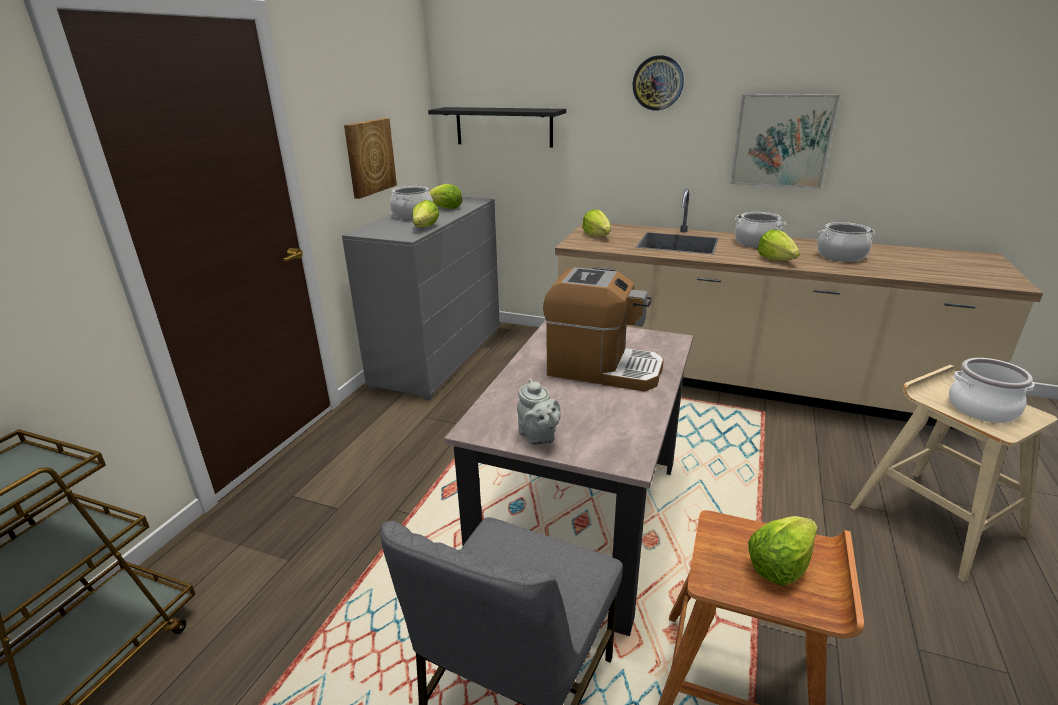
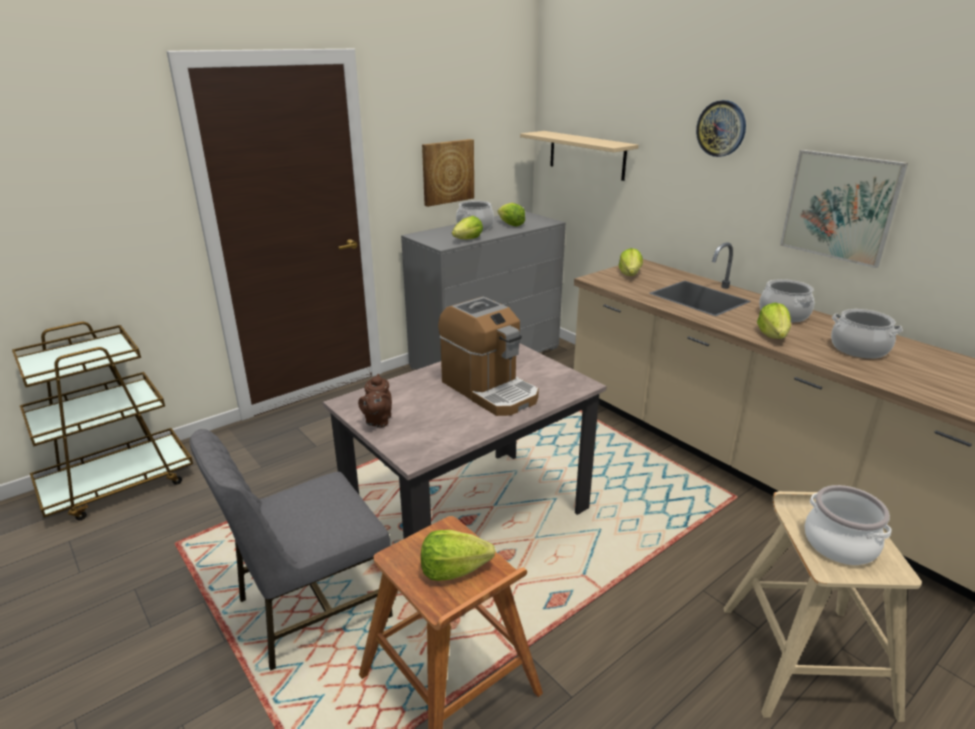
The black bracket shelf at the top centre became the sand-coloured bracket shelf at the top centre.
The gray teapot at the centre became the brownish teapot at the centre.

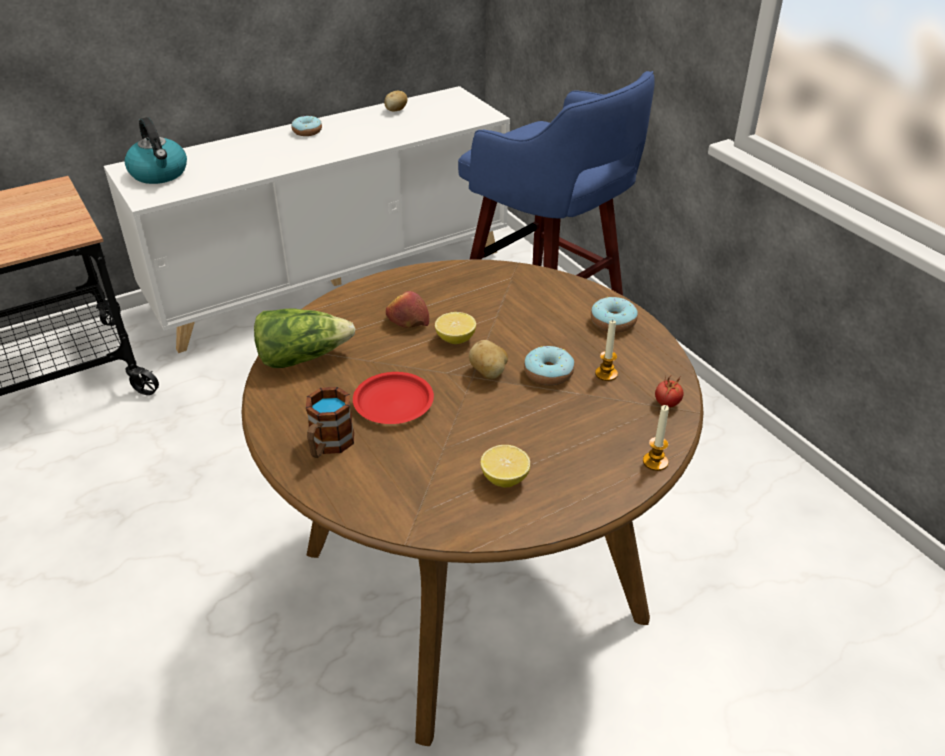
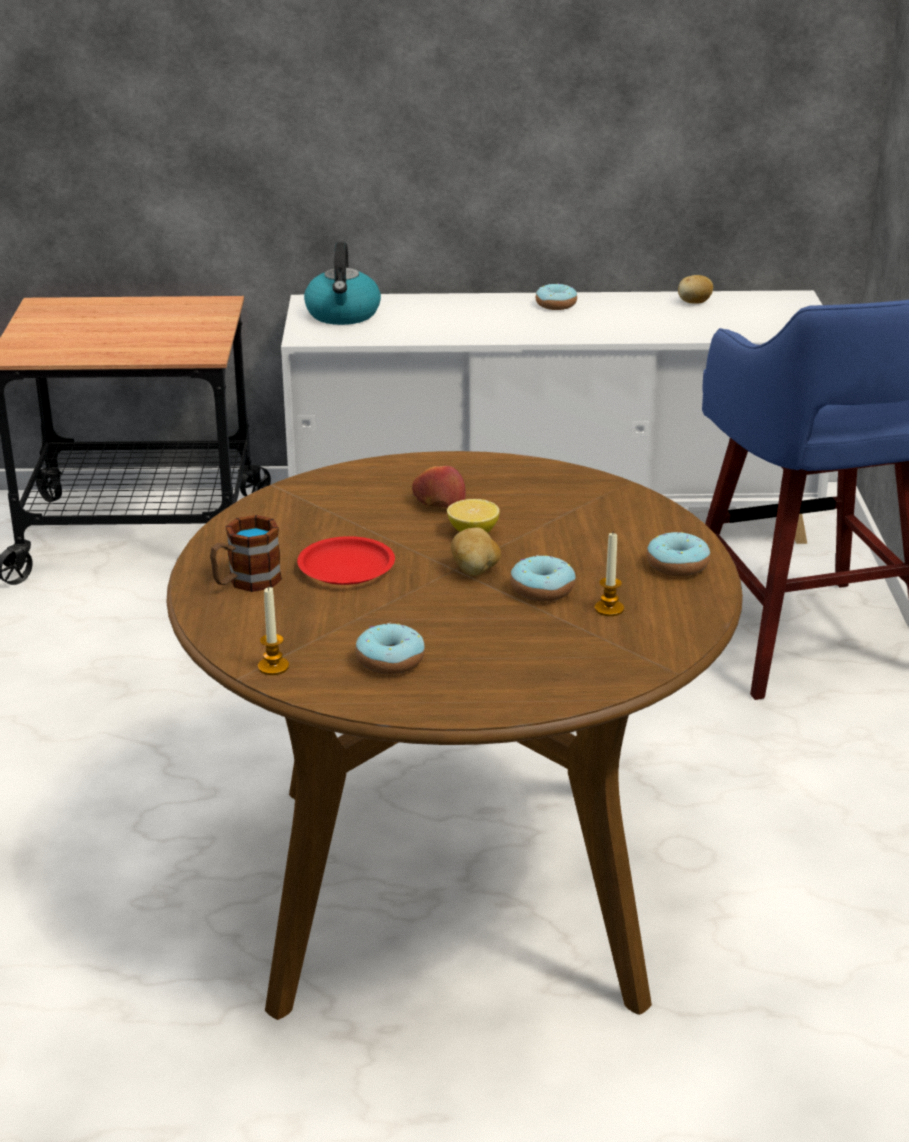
The head of lettuce at the middle left disappeared.
The whole lemon (no. 2 from left) at the centre was replaced by the donut (no. 1 from left) at the centre.
The candle (no. 2 from left in the first image) moved from the middle right to the middle left.
The tomato at the middle right disappeared.

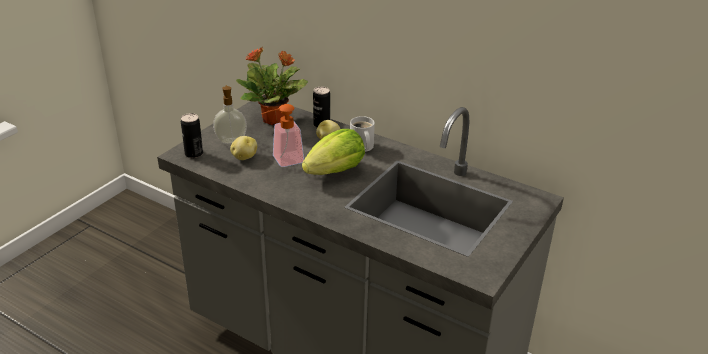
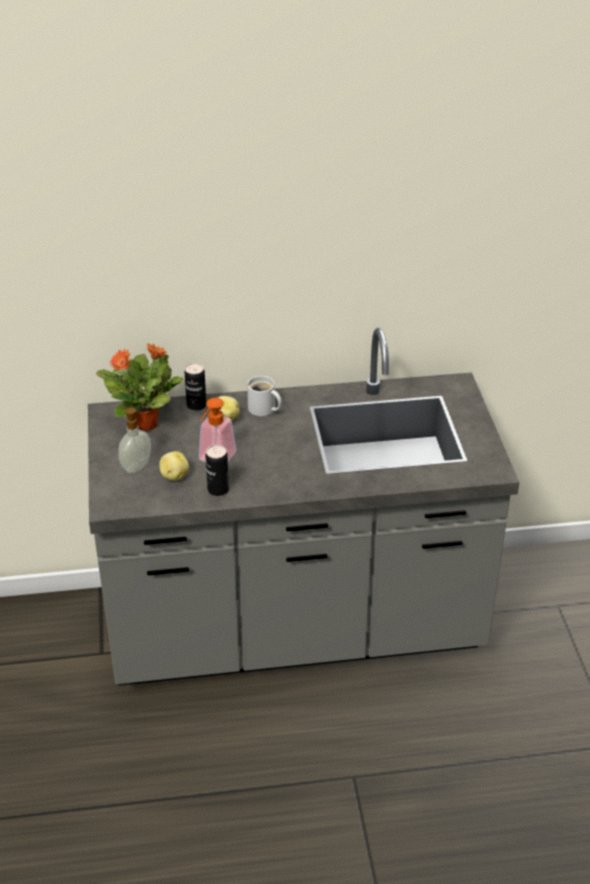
The sealed can (no. 1 from left in the first image) moved from the middle left to the centre.
The head of lettuce at the centre disappeared.

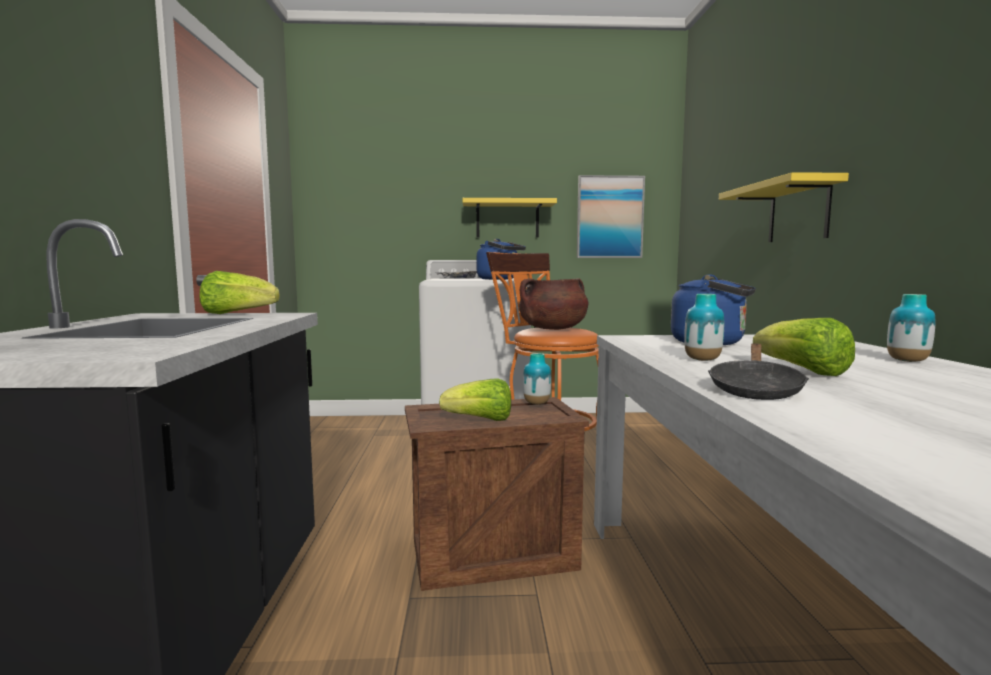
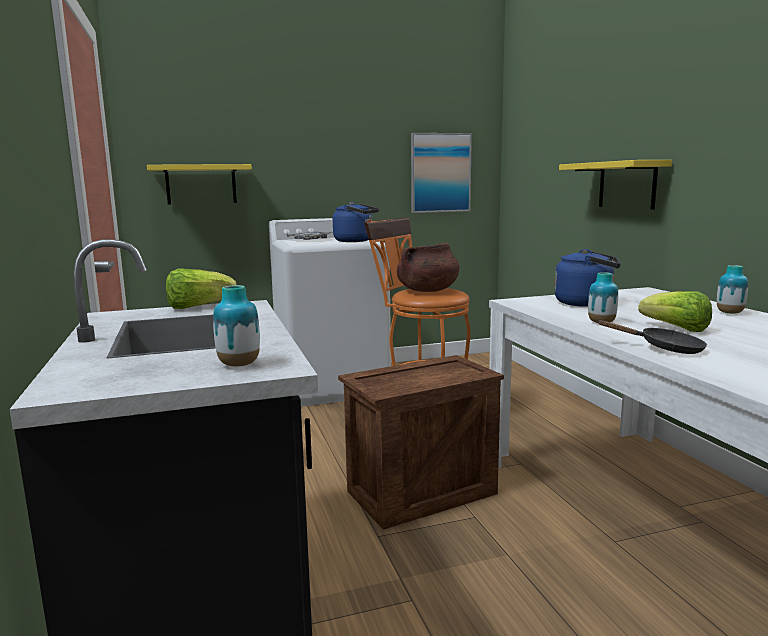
The head of lettuce (no. 2 from left) at the centre disappeared.
The yellowish bracket shelf (no. 1 from left) moved from the top centre to the top left.
The vase (no. 1 from left) moved from the centre to the middle left.
The black skillet at the middle right turned 75 degrees counterclockwise.

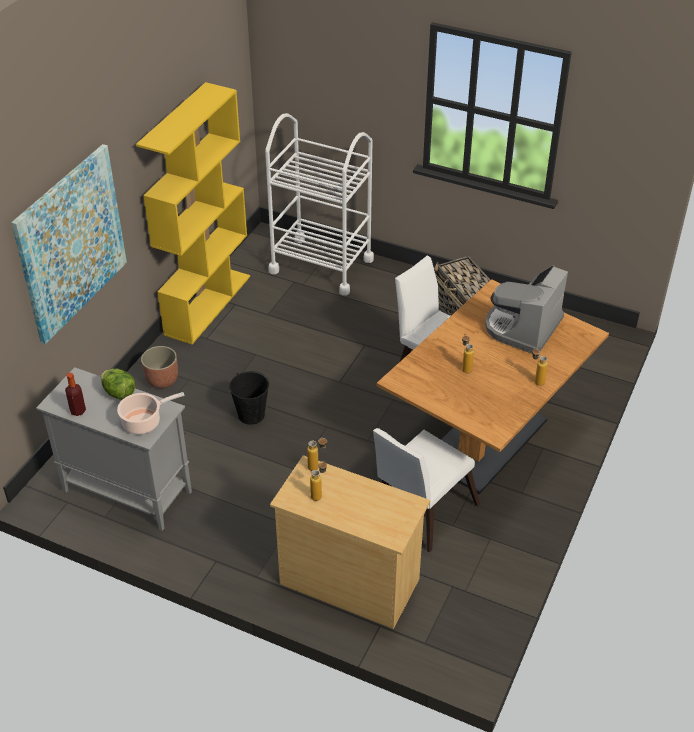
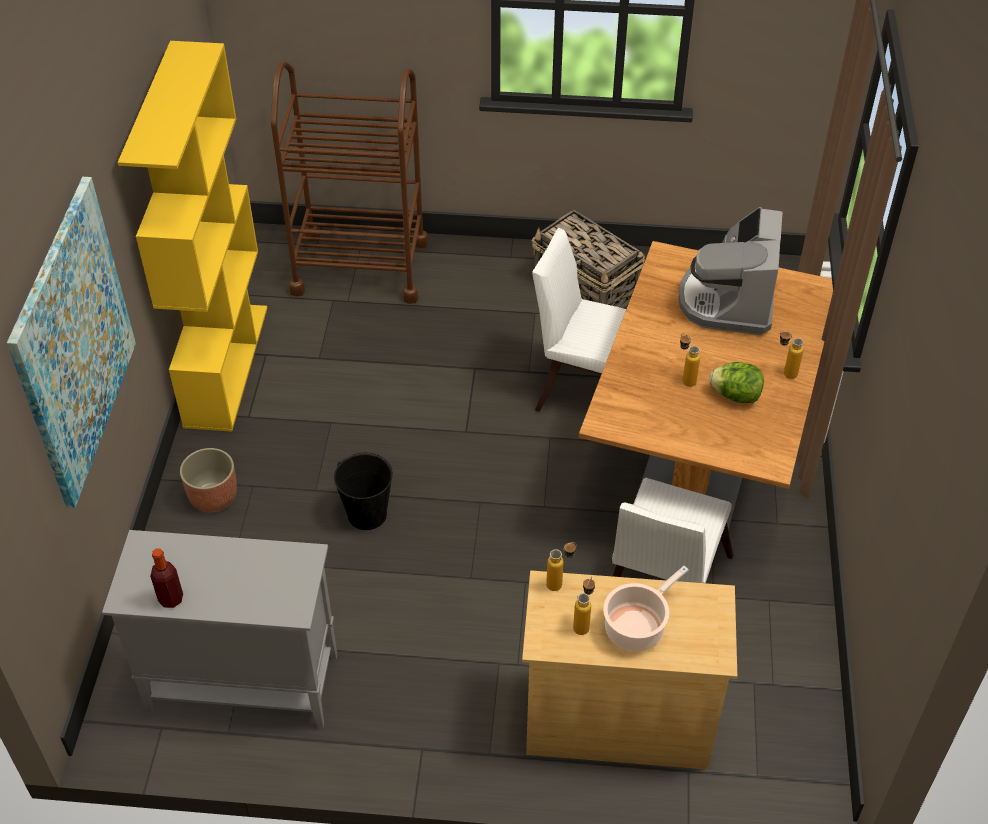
The head of lettuce moved from the middle left to the middle right.
The cooking pot moved from the middle left to the bottom centre.
The white-coloured trolley at the top centre became the brownish trolley at the top centre.

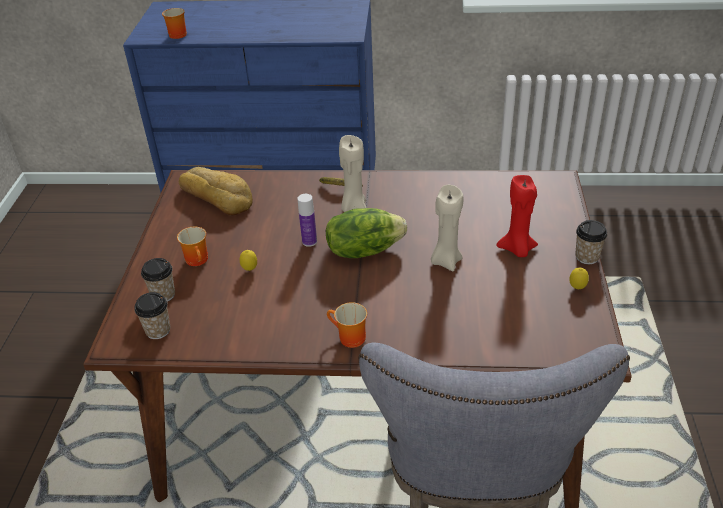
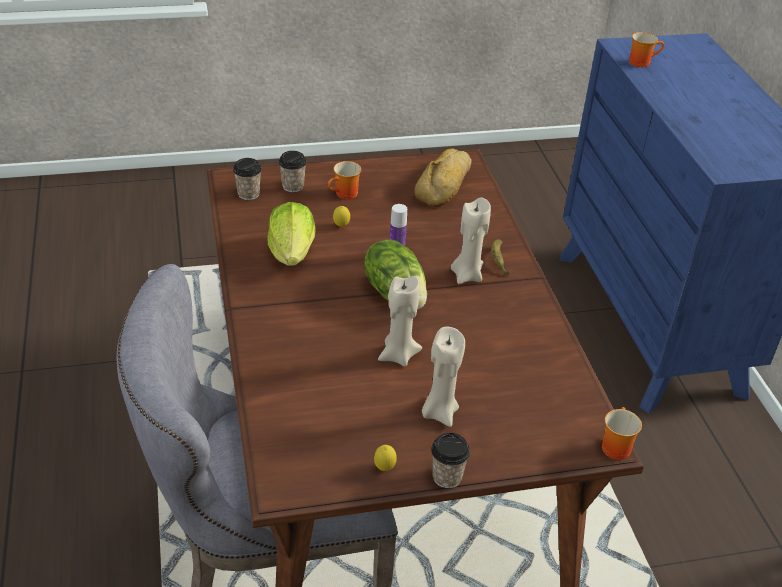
The coffee mug (no. 3 from left in the first image) moved from the centre to the bottom right.
The red-coloured candle at the middle right became the sand-coloured candle (no. 2 from left) at the centre.
The head of lettuce (no. 1 from left) at the centre appeared.

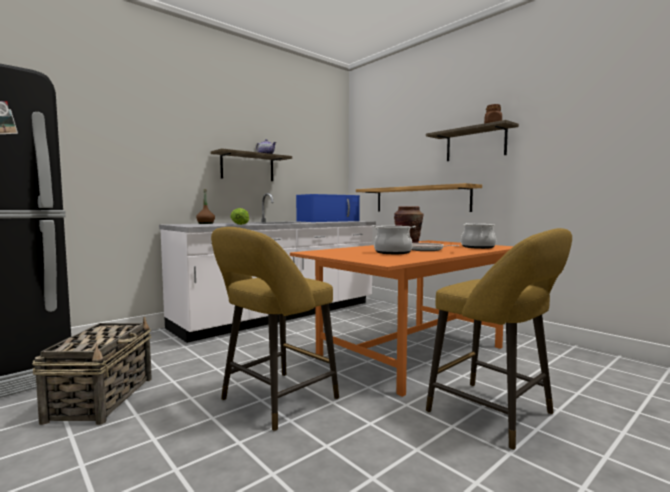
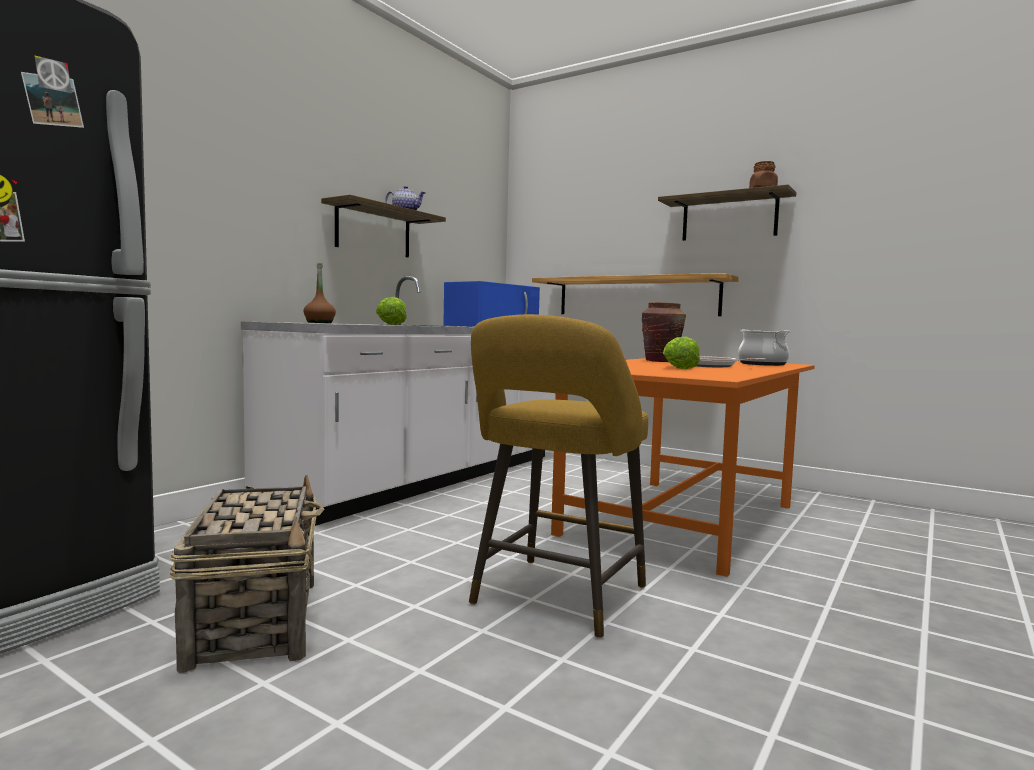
The cooking pot (no. 1 from left) at the centre was replaced by the head of lettuce (no. 2 from left) at the centre.
The yellowish stool seat (no. 2 from left) at the bottom right disappeared.

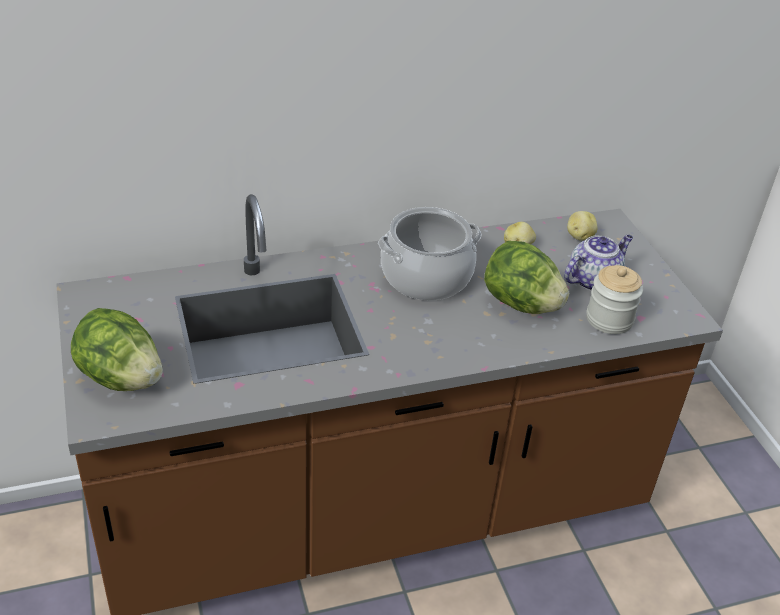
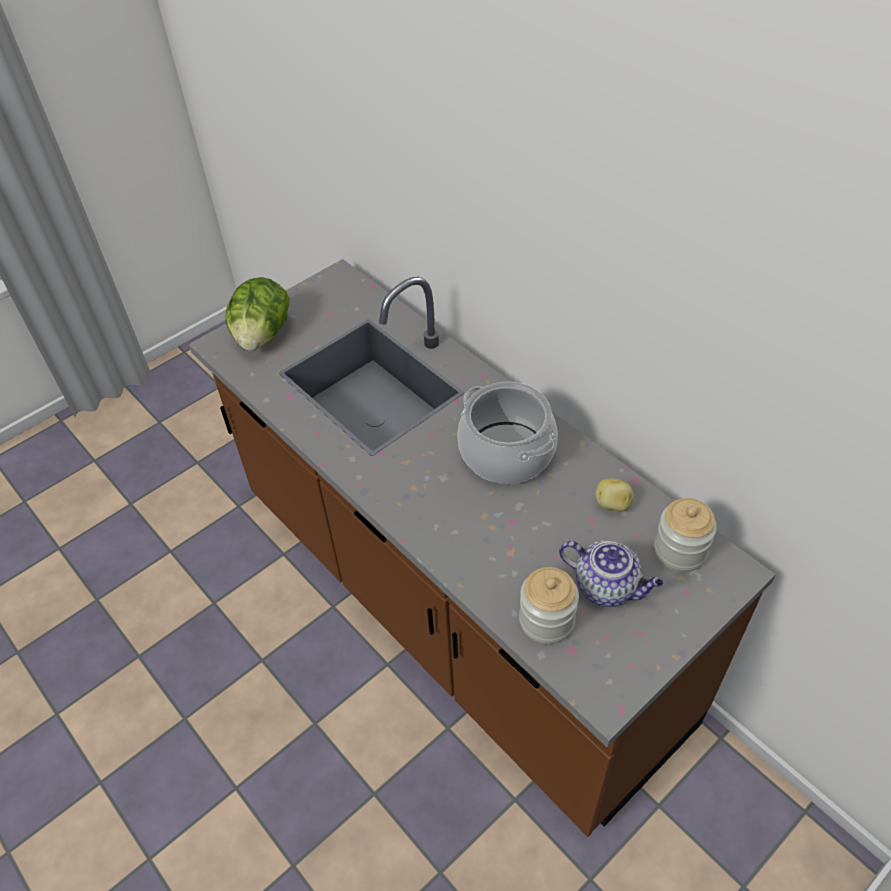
The head of lettuce (no. 2 from left) at the middle right disappeared.
The spud (no. 2 from left) at the middle right was replaced by the jar (no. 2 from left) at the middle right.

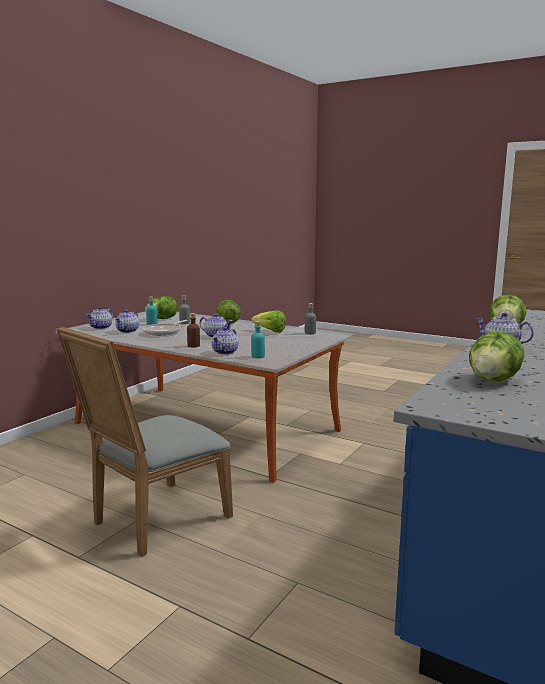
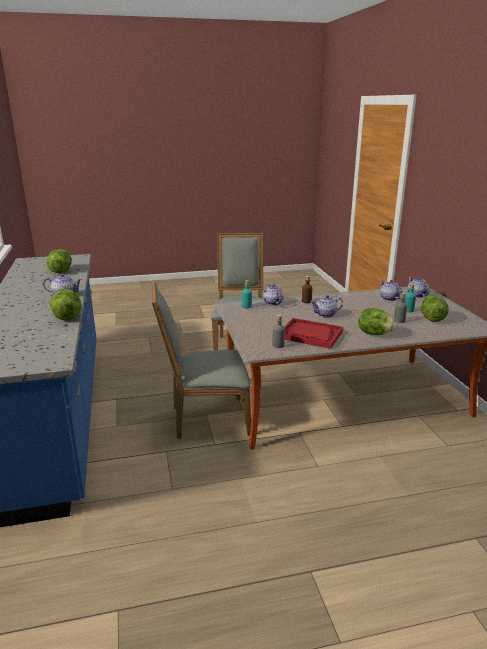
The skillet at the middle left disappeared.
The head of lettuce (no. 3 from left) at the centre was replaced by the red-coloured serving tray at the centre.
The gray plain chair (no. 1 from left) at the centre appeared.

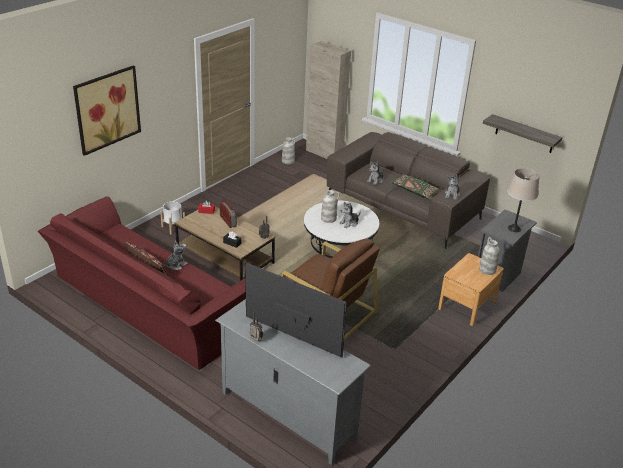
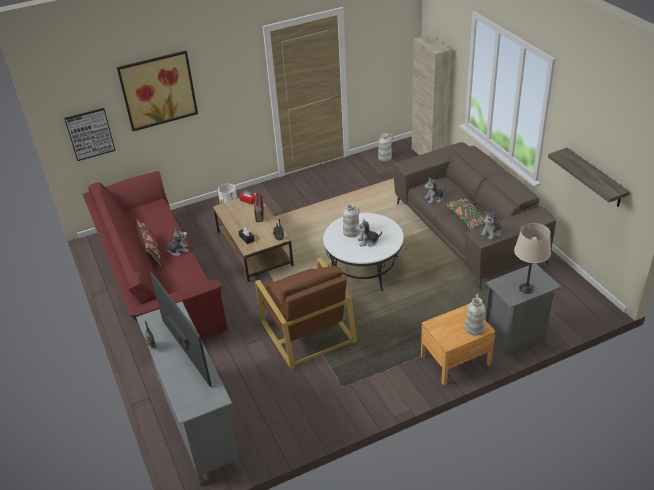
The wall art (no. 1 from left) at the top left appeared.

